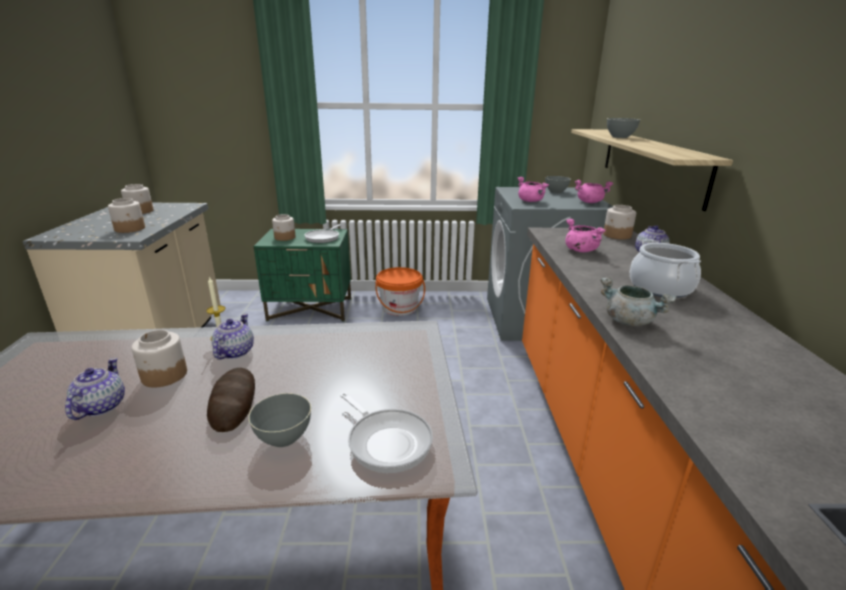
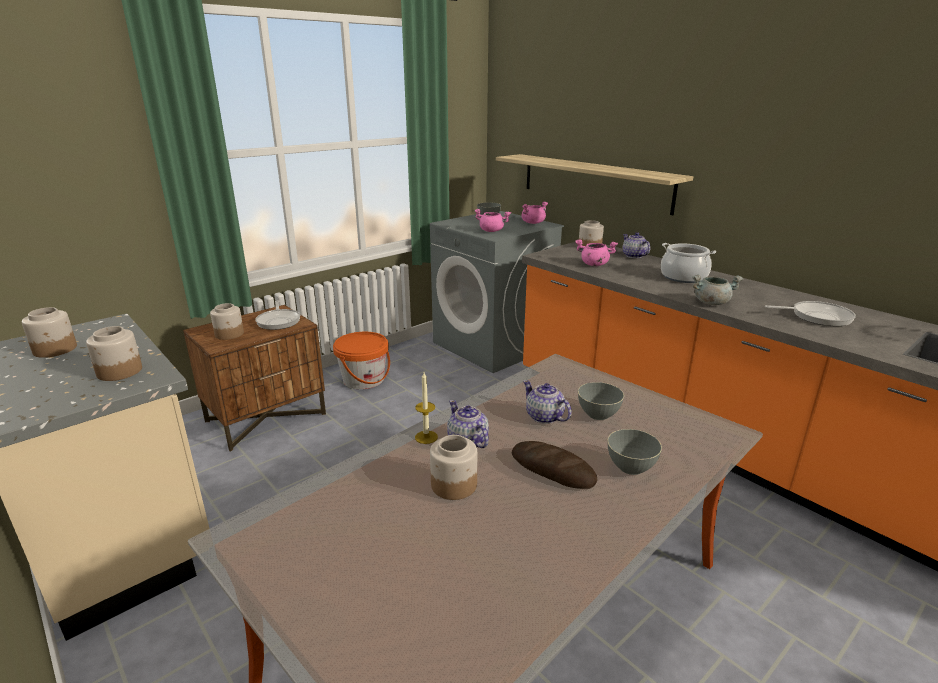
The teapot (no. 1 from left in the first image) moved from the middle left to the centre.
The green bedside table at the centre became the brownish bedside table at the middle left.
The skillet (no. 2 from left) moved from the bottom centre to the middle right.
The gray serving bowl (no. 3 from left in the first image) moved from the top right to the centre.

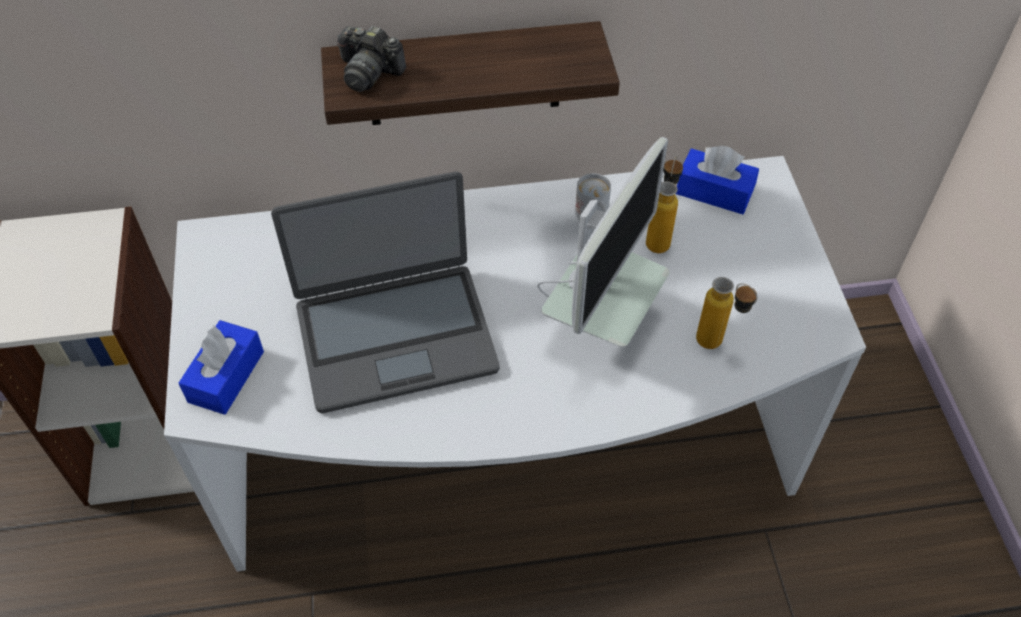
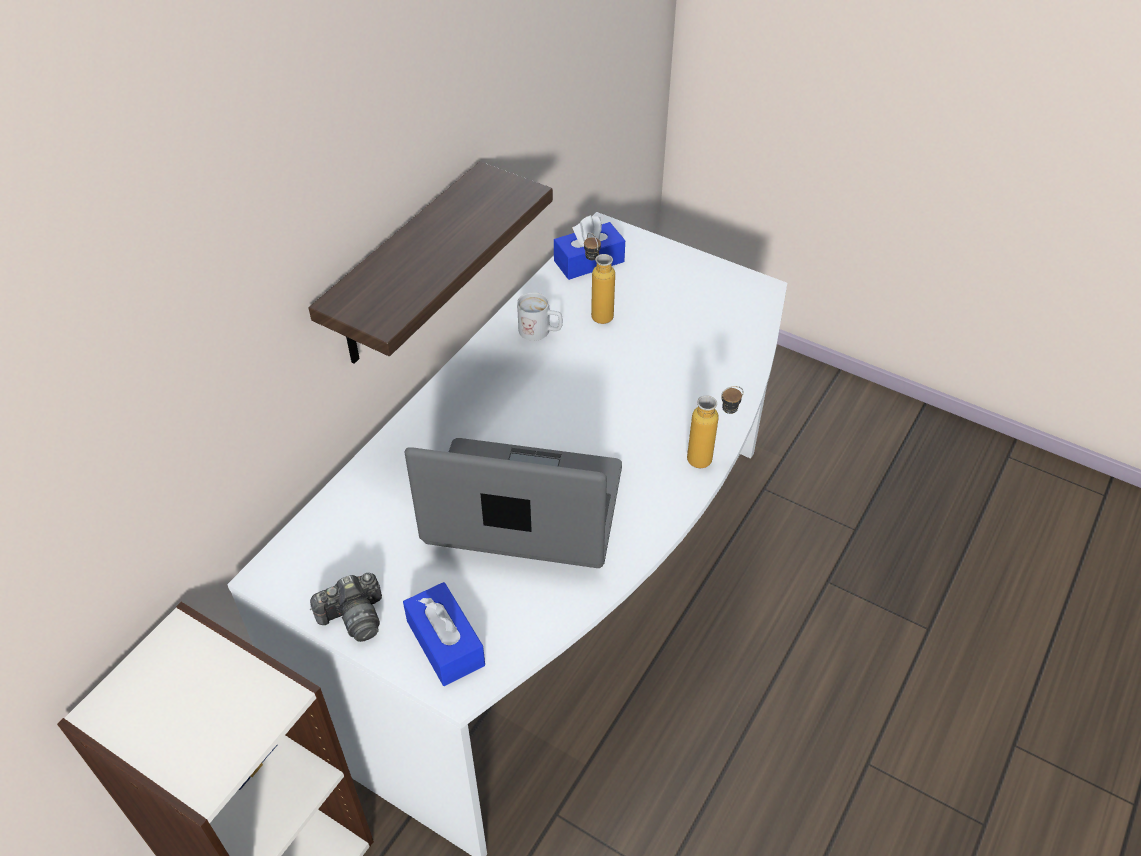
The portable computer at the centre turned 105 degrees counterclockwise.
The still camera moved from the top centre to the bottom left.
The computer display at the centre disappeared.
The beverage bottle (no. 2 from left) moved from the middle right to the centre.

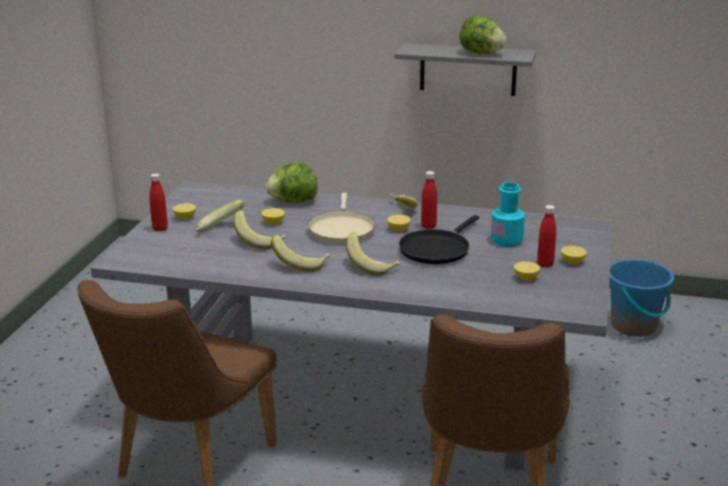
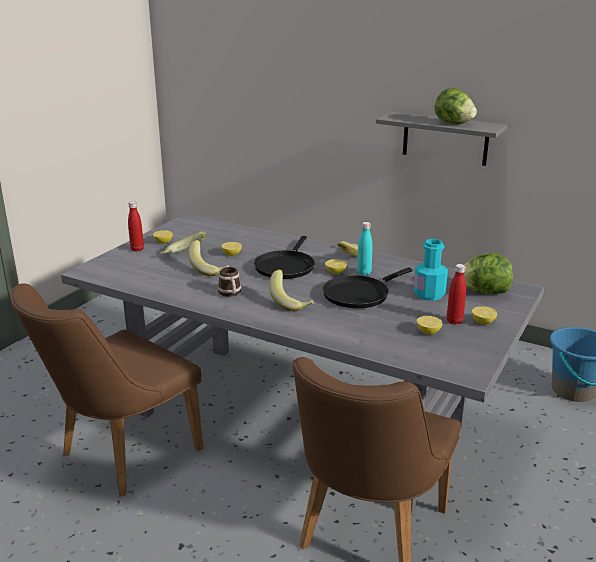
The head of lettuce (no. 1 from left in the first image) moved from the centre to the middle right.
The whole banana (no. 3 from left) at the centre was replaced by the coffee mug at the centre.
The sand-coloured skillet at the centre became the black skillet (no. 1 from left) at the centre.
The red-coloured beverage bottle (no. 2 from left) at the centre became the turquoise-coloured beverage bottle (no. 1 from left) at the centre.

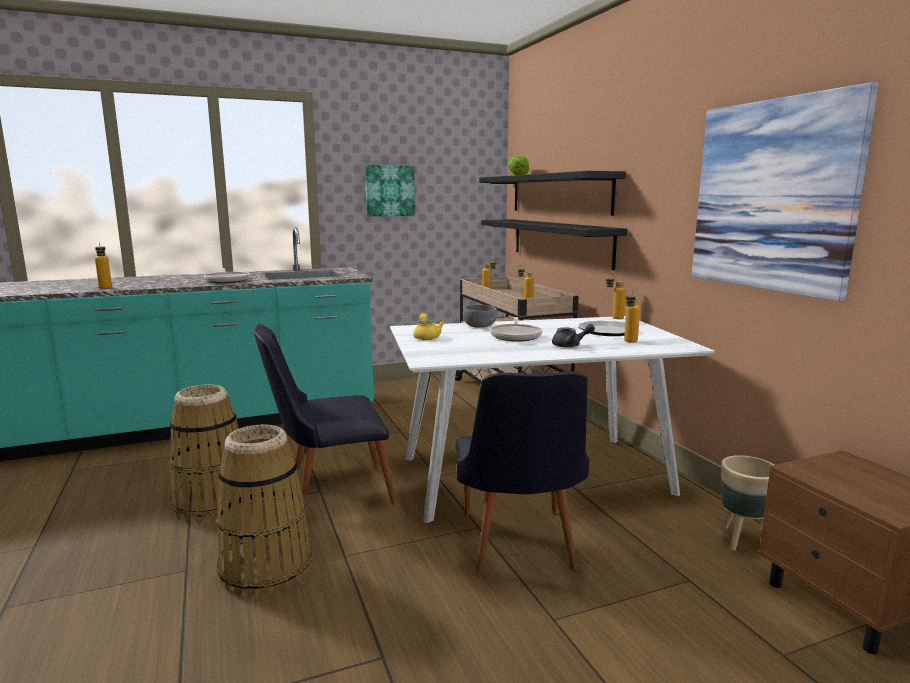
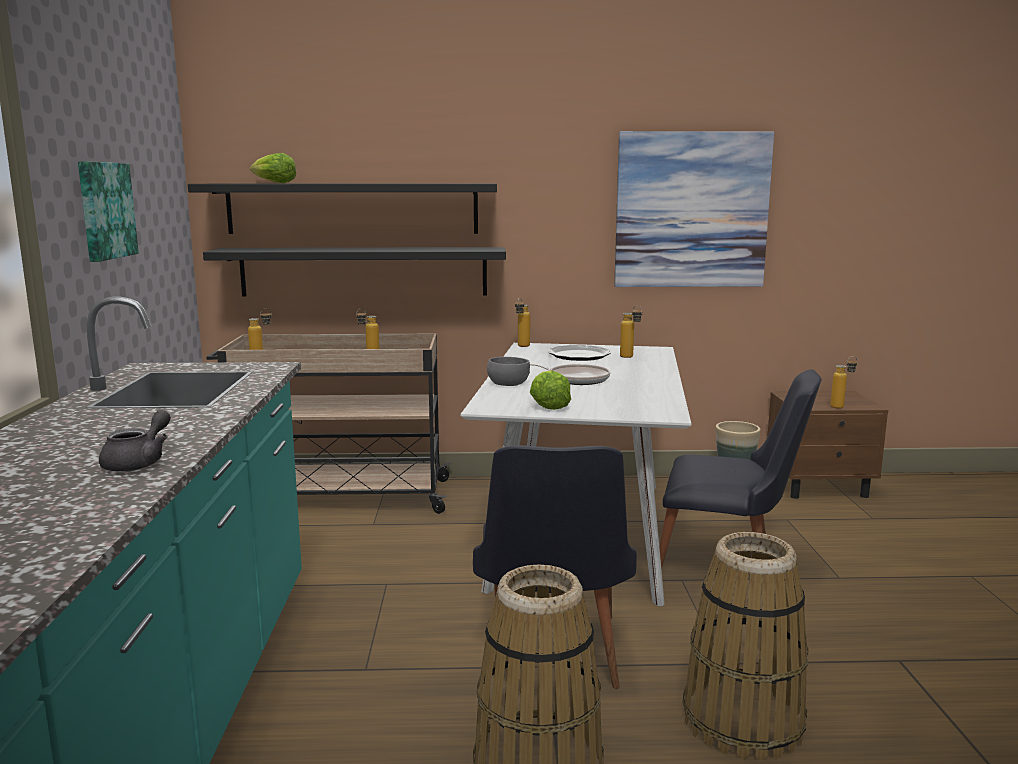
The beverage bottle (no. 1 from left in the first image) moved from the middle left to the middle right.
The skillet (no. 1 from left) at the middle left disappeared.
The yellowish teapot at the centre was replaced by the head of lettuce (no. 2 from left) at the centre.
The gray teapot moved from the centre to the middle left.

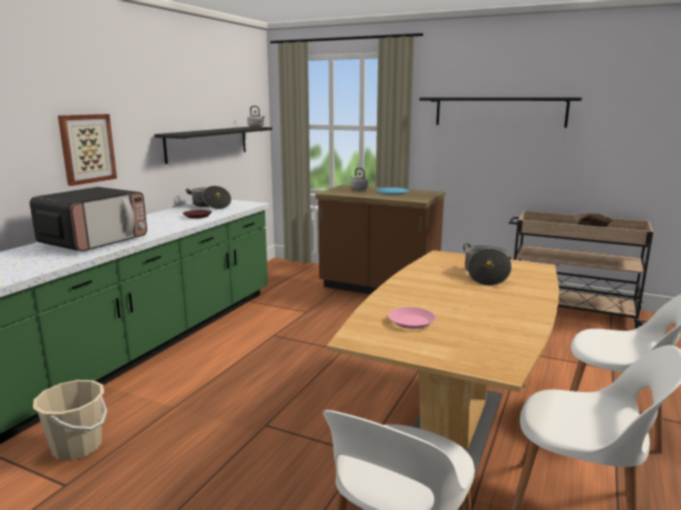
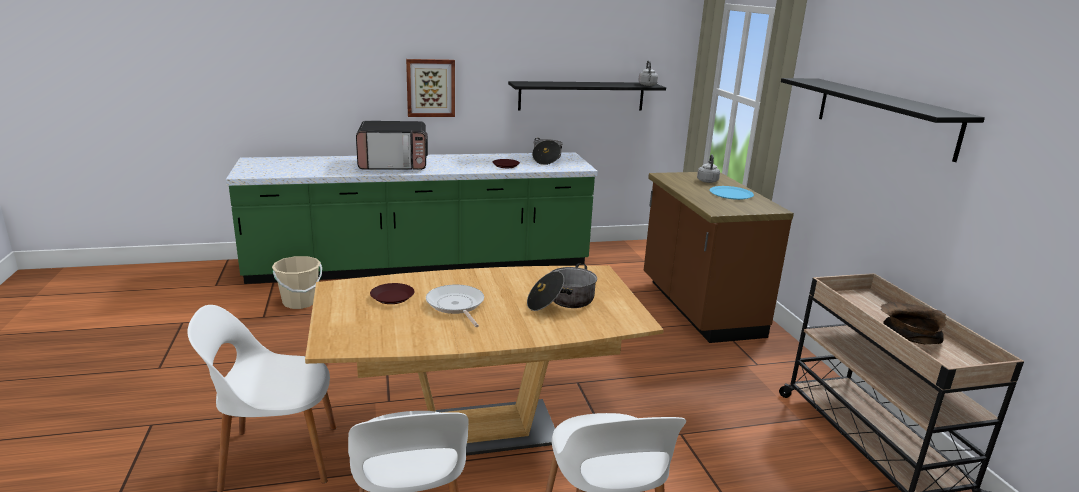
The pinkish dinner plate at the centre became the brownish dinner plate (no. 1 from left) at the centre.
The skillet at the centre appeared.

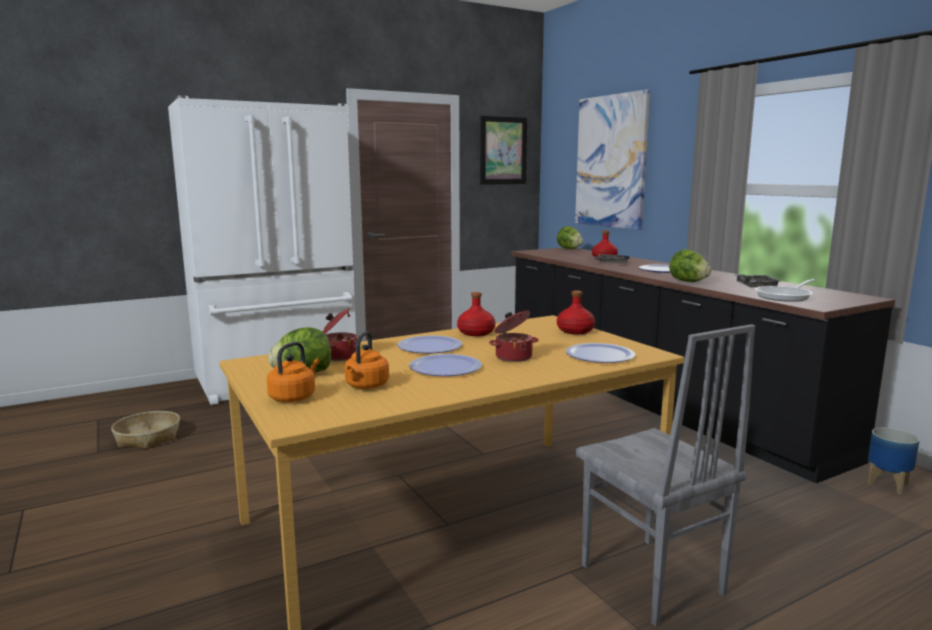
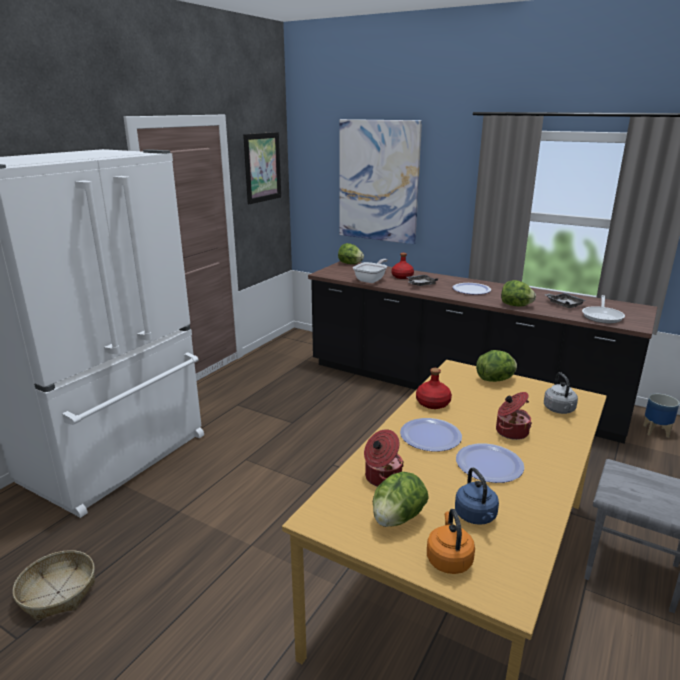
The orange-coloured tea kettle (no. 2 from left) at the centre became the blue tea kettle at the bottom right.
The red-coloured beverage bottle (no. 2 from left) at the centre was replaced by the head of lettuce (no. 3 from left) at the middle right.
The dinner plate (no. 3 from left) at the centre was replaced by the gray tea kettle at the middle right.
The skillet (no. 1 from left) at the centre appeared.

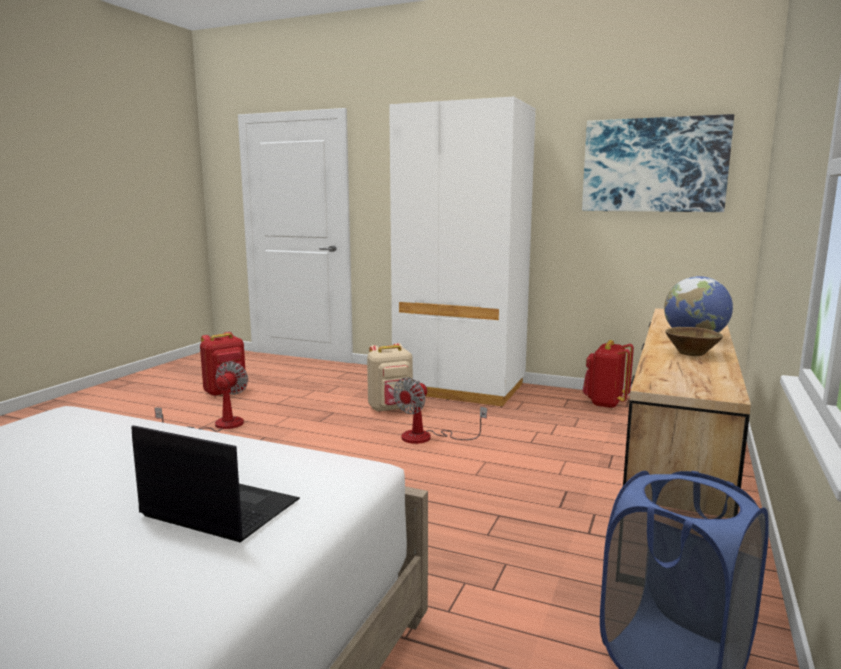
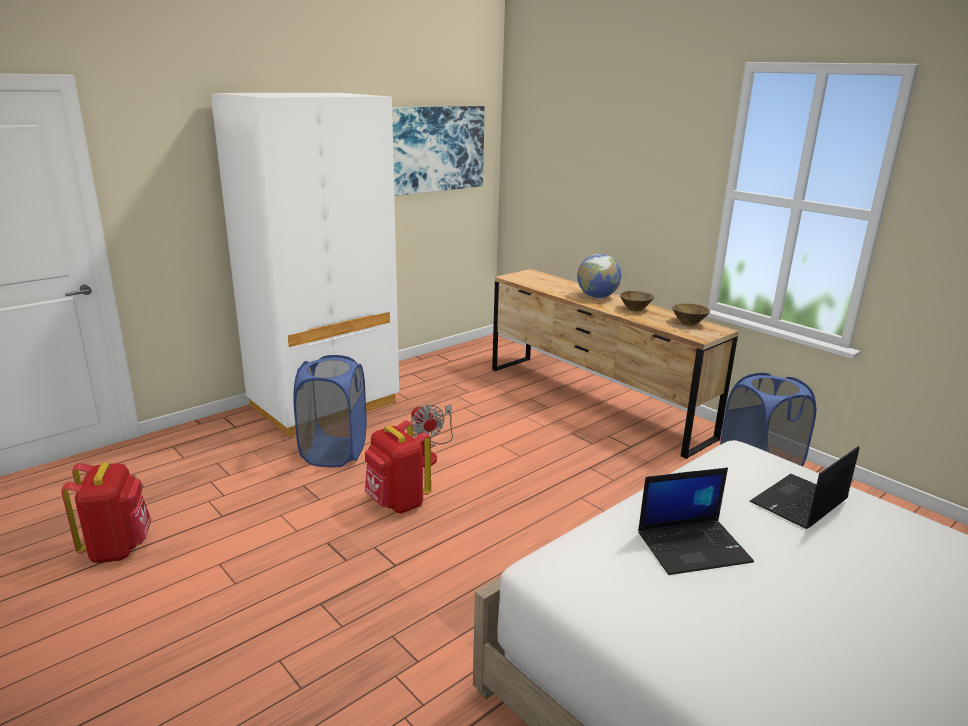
The fan (no. 1 from left) at the middle left disappeared.
The sand-coloured backpack at the centre was replaced by the blue hamper (no. 1 from left) at the centre.
The red-coloured backpack (no. 2 from left) moved from the middle right to the centre.
The portable computer (no. 1 from left) at the bottom right appeared.
The brownish serving bowl (no. 2 from left) at the middle right appeared.

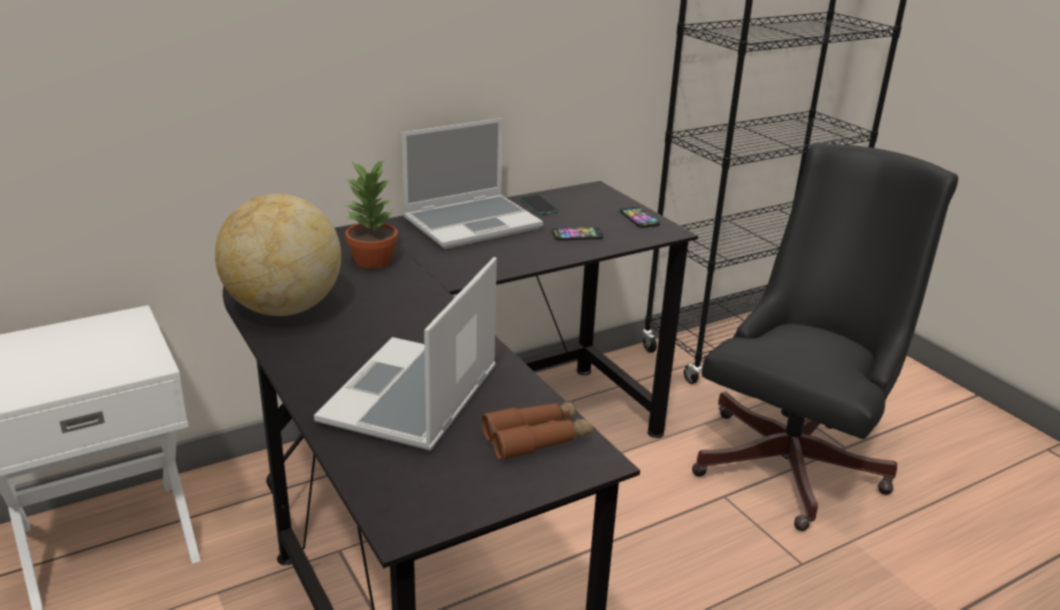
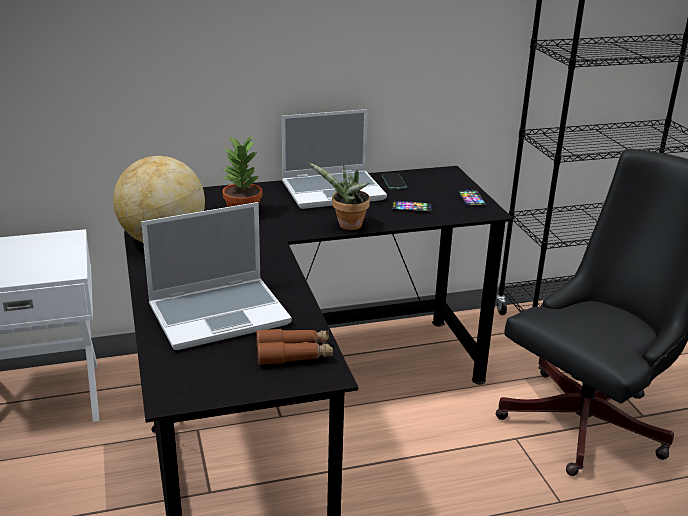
The portable computer (no. 1 from left) at the centre turned 150 degrees counterclockwise.
The potted plant (no. 2 from left) at the centre appeared.

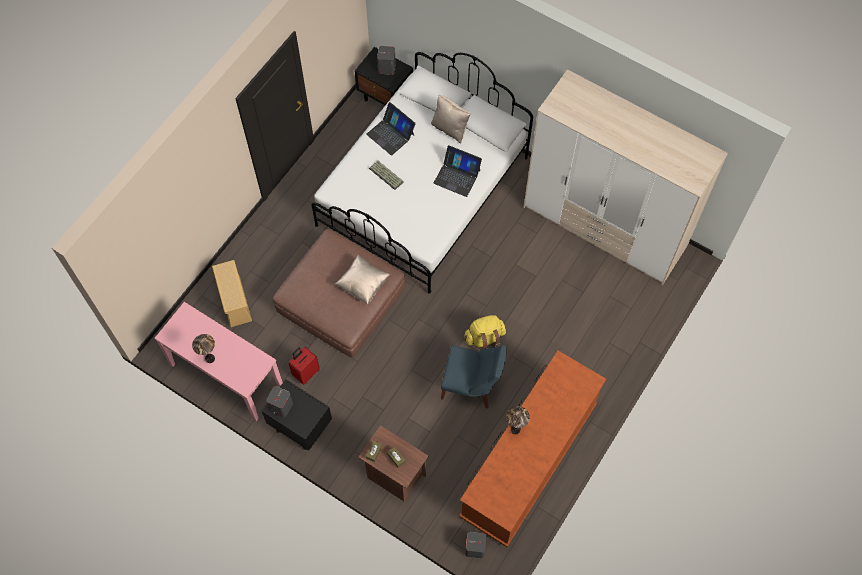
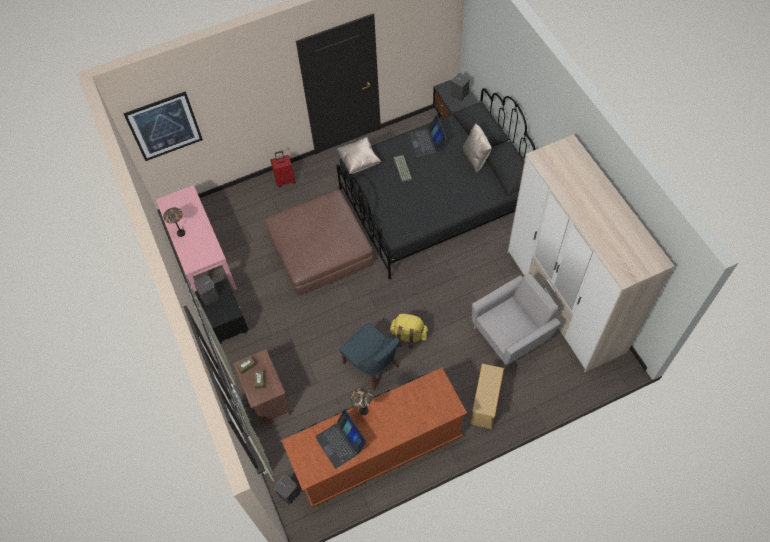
The sand-coloured storage bin moved from the middle left to the bottom centre.
The red-coloured suitcase moved from the centre to the top centre.
The white-coloured bedroom bed at the top centre became the black bedroom bed at the centre.
The sand-coloured throw pillow (no. 1 from left) moved from the centre to the top centre.
The portable computer (no. 2 from left in the first image) moved from the top centre to the bottom centre.
The wall art at the top left appeared.
The gray easy chair at the middle right appeared.

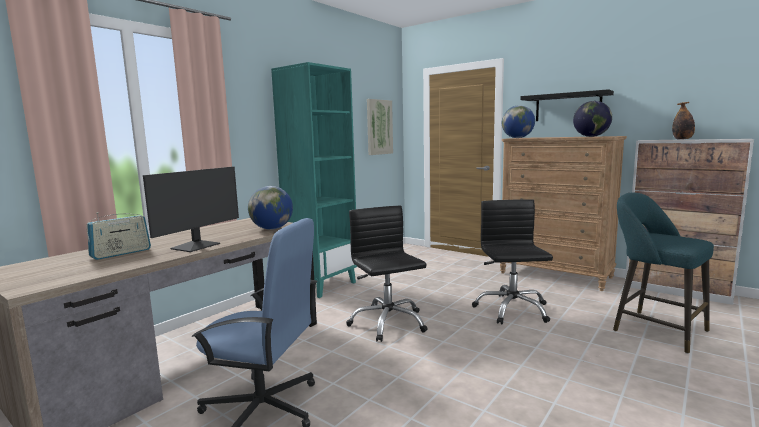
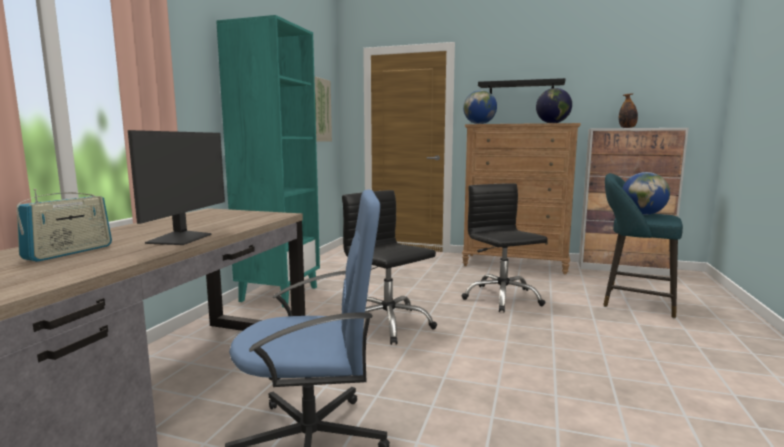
The desk globe (no. 1 from left in the first image) moved from the centre to the middle right.

